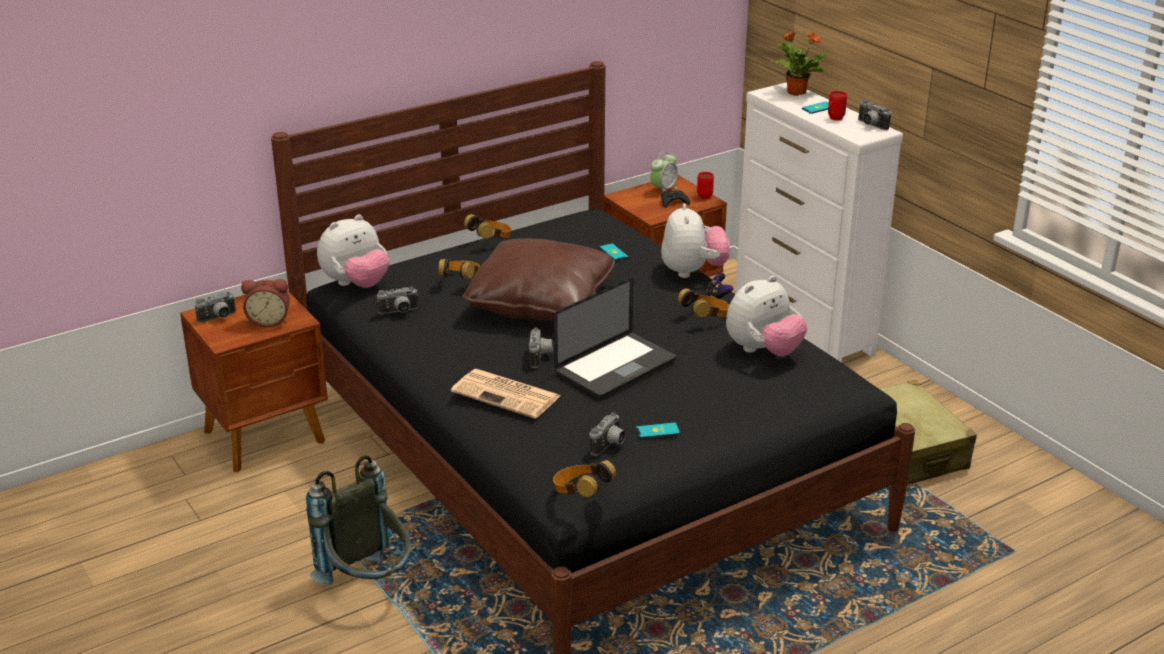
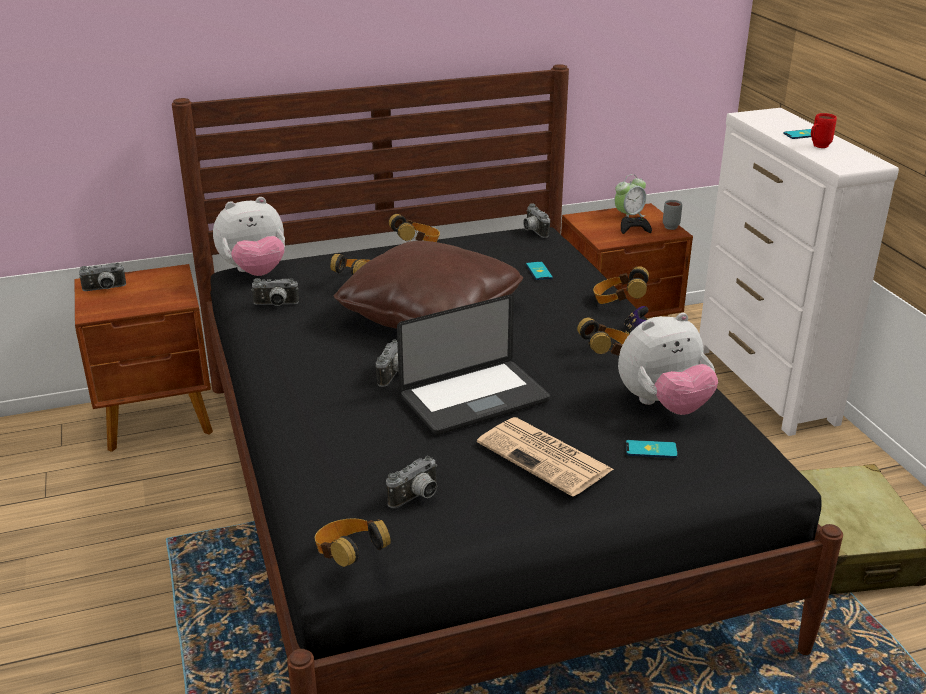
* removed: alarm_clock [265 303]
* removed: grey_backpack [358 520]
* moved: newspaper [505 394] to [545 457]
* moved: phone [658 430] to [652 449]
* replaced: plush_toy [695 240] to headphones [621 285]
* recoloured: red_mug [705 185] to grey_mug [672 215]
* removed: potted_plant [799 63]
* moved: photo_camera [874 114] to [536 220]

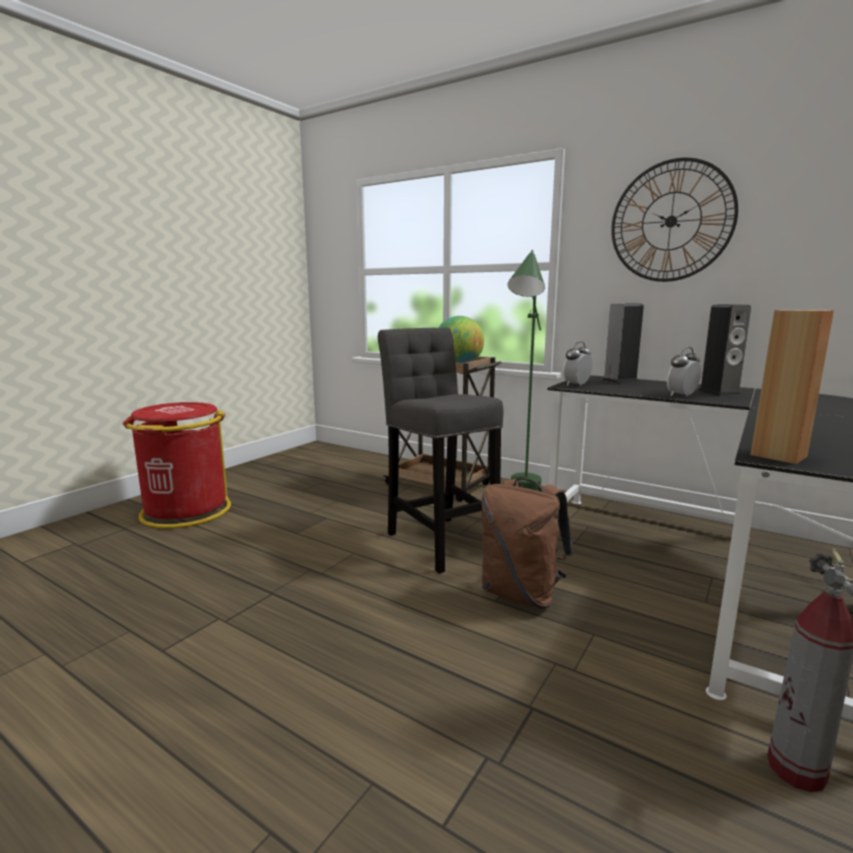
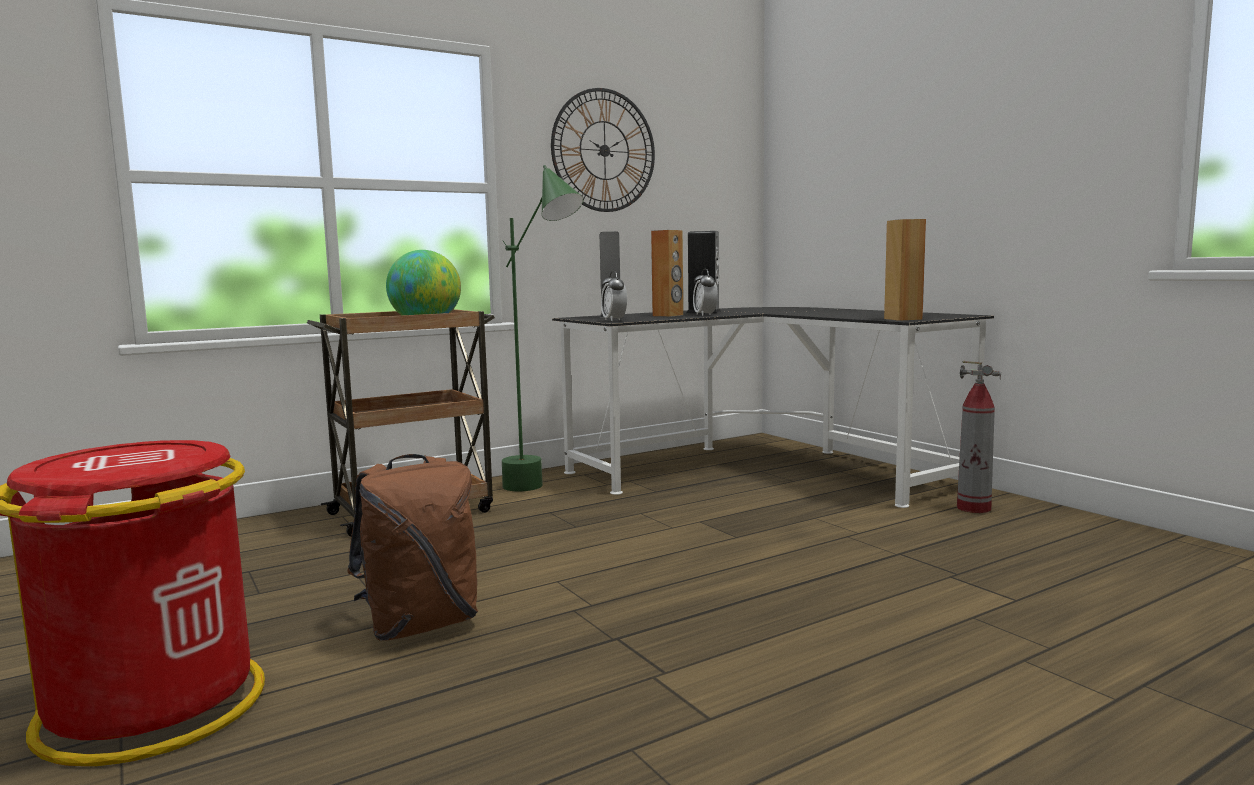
* removed: grey_stool [440 450]
* moved: brown_backpack [527 543] to [412 547]
* added: brown_speaker [667 273]

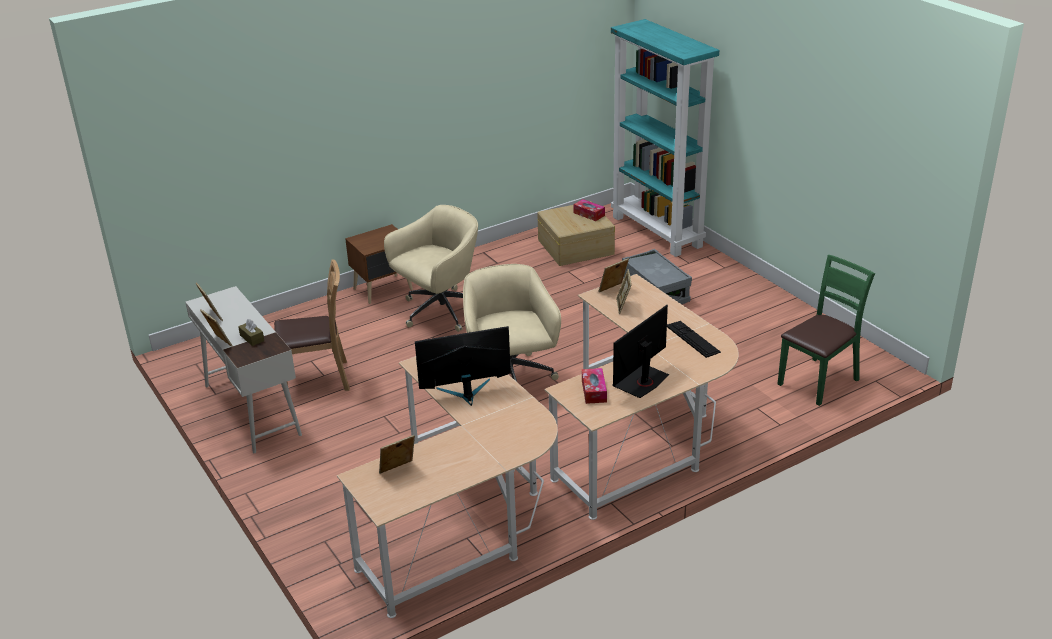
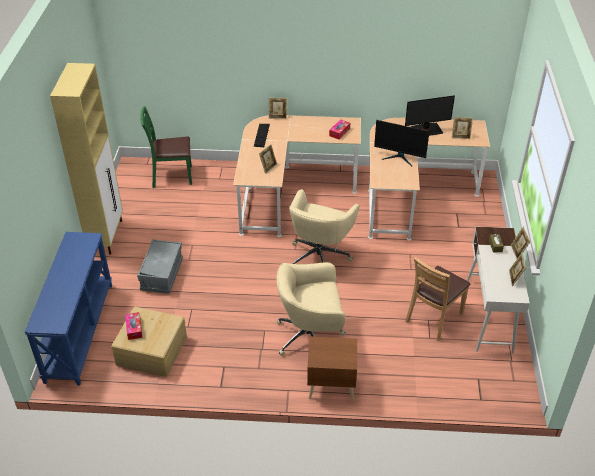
* turned: brown_chair [312 329] = [437 299] 75 degrees counterclockwise
* moved: picture_frame [613 275] to [278 108]
* replaced: turquoise_bookcase [665 138] to blue_console_table [68 309]
* moved: monitor [640 351] to [430 115]
* added: beige_cabinet [86 159]

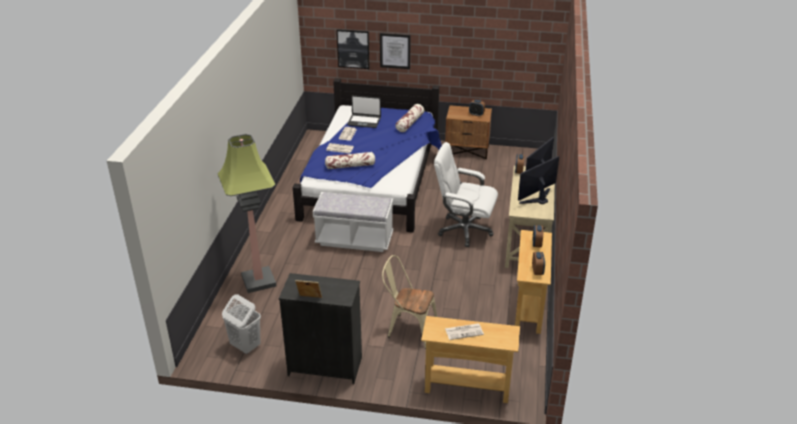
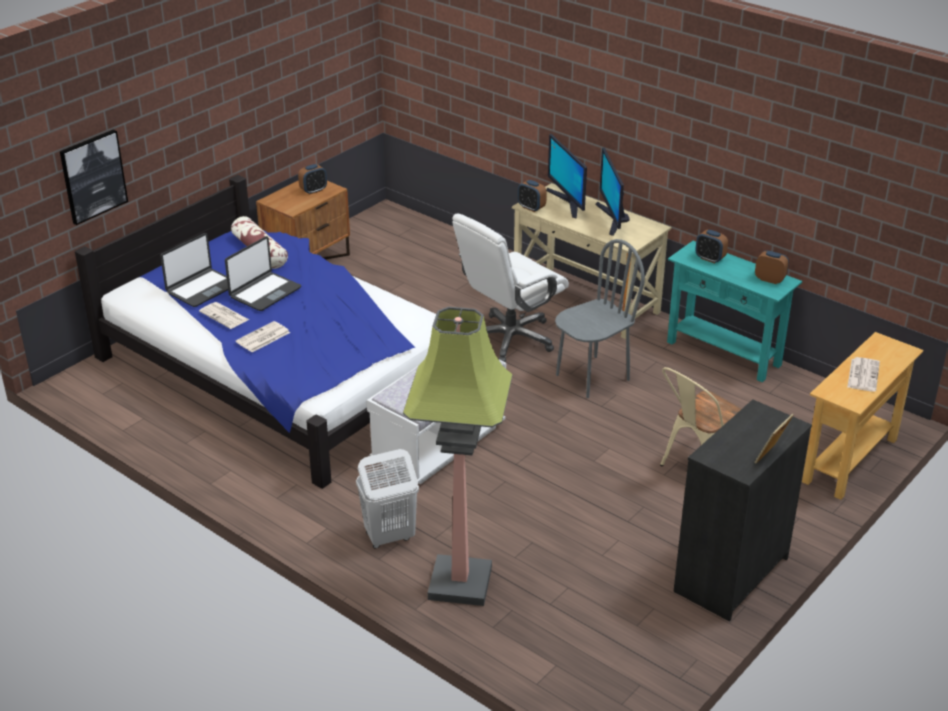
* moved: white_laundry_basket [241 324] to [387 498]
* removed: pillow [350 160]
* removed: picture [395 51]
* recoloured: beige_console_table [533 282] to turquoise_console_table [734 311]
* added: laptop [263 273]
* added: grey_chair [600 318]

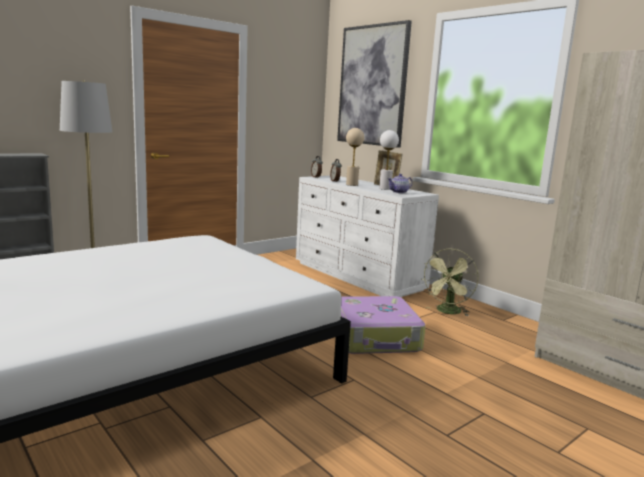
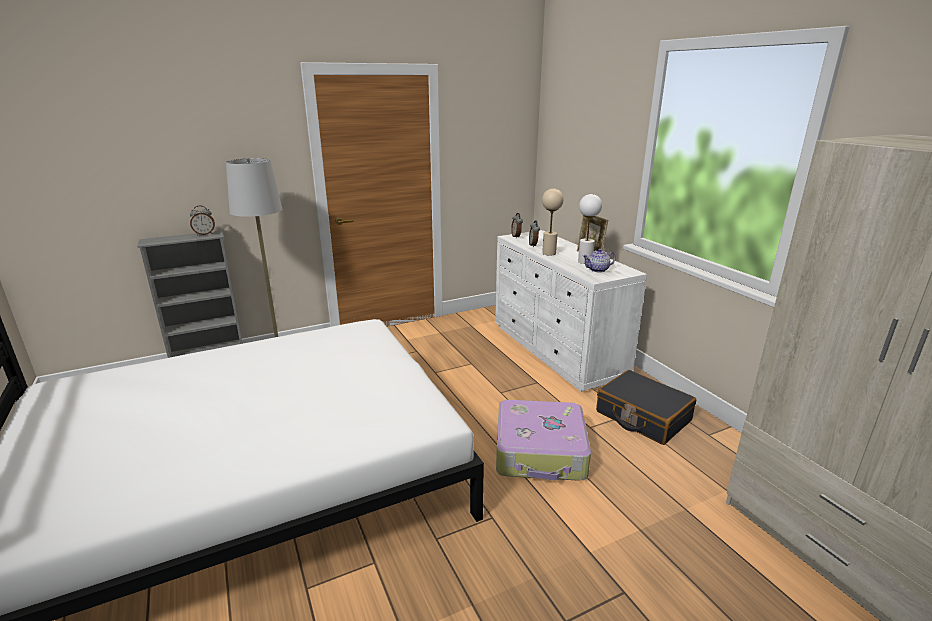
* removed: picture [374 84]
* replaced: green_fan [450 282] to black_suitcase [646 407]
* added: alarm_clock [202 220]

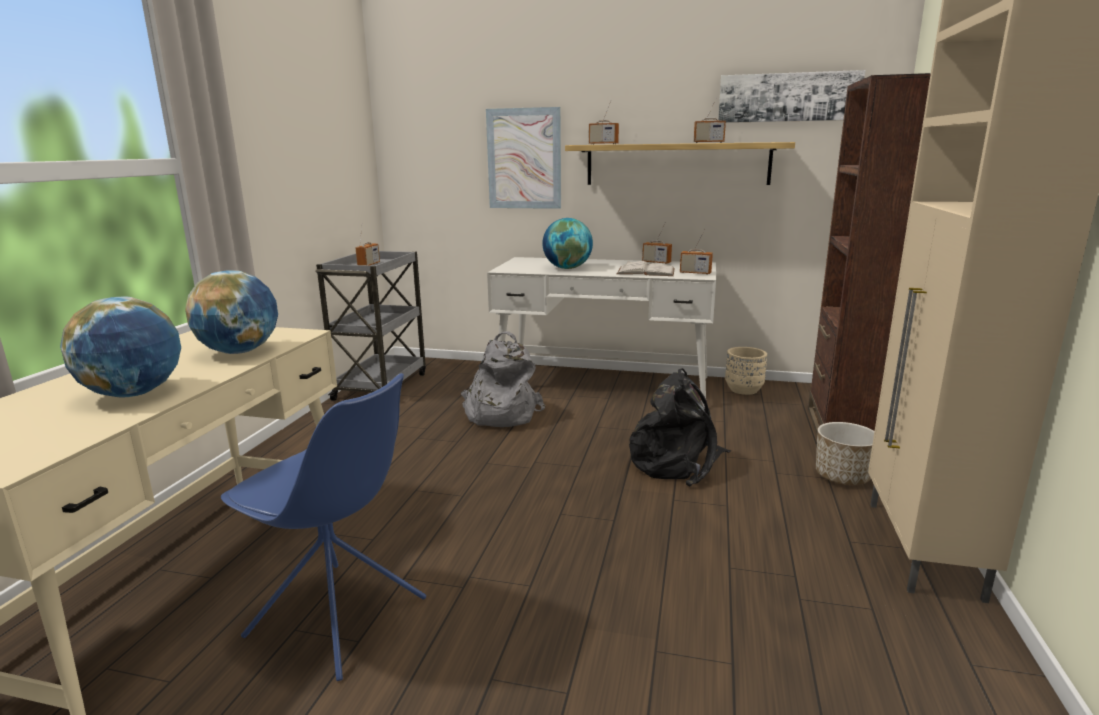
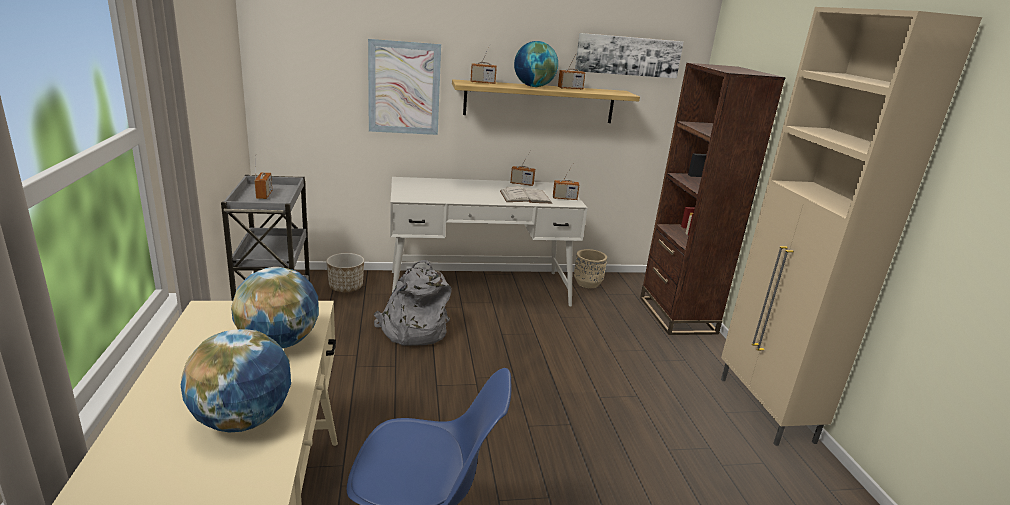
* moved: globe [567 243] to [536 64]
* removed: black_backpack [680 427]
* moved: planter [845 453] to [345 272]

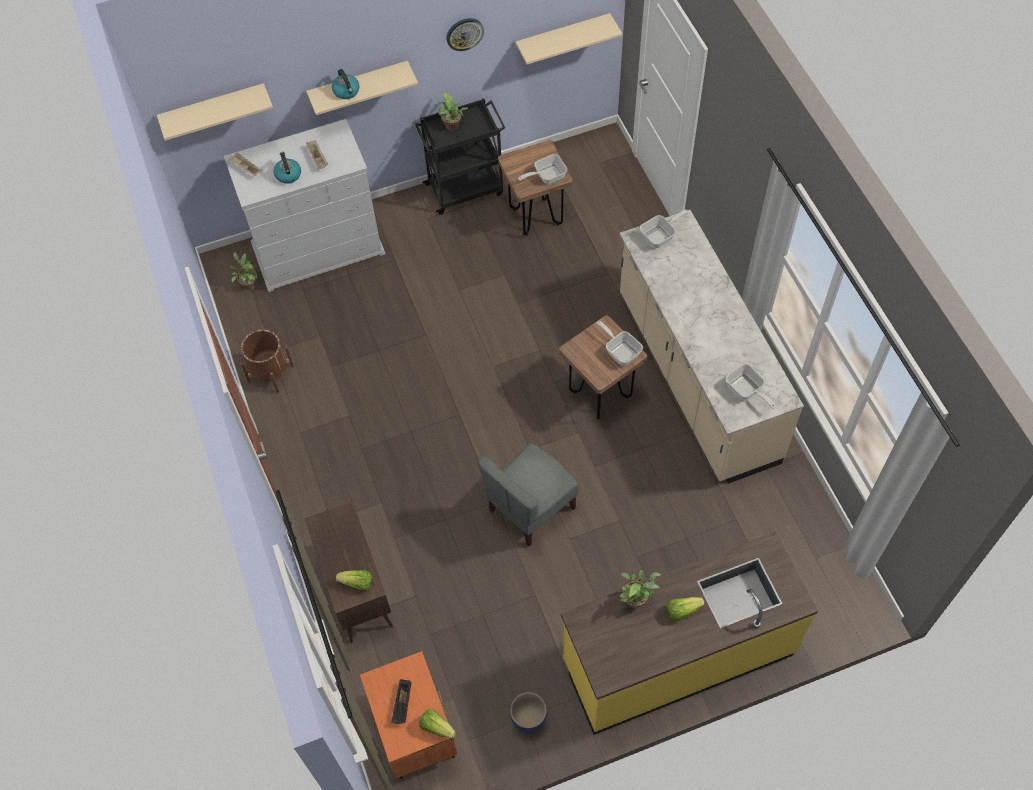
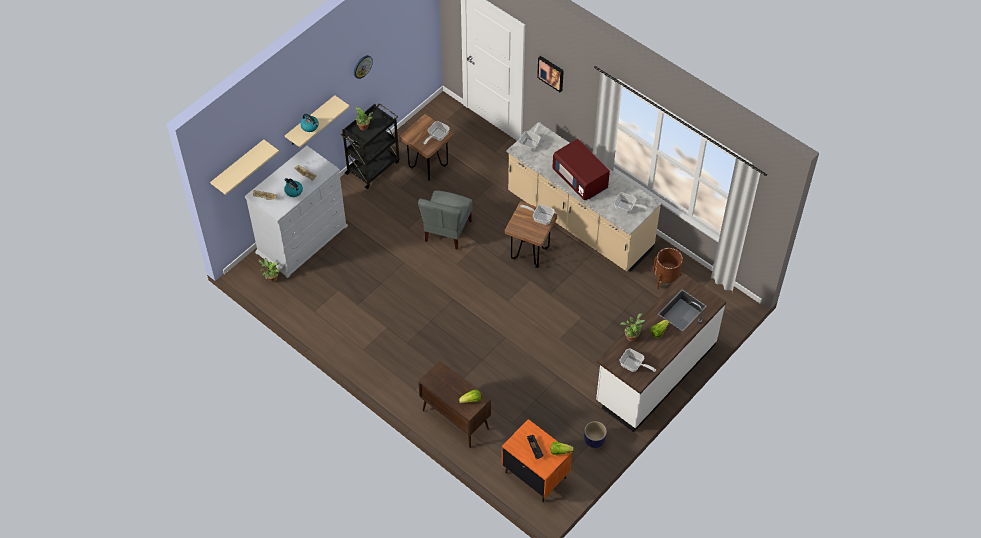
* moved: brown_planter [267 361] to [668 268]
* moved: grey_chair [527 494] to [445 220]
* removed: beige_shelf [568 38]
* recoloured: yellow_counter [689 633] to white_counter [661 352]
* added: picture [550 74]
* added: red_microwave [581 169]
* added: frying_pan [638 360]

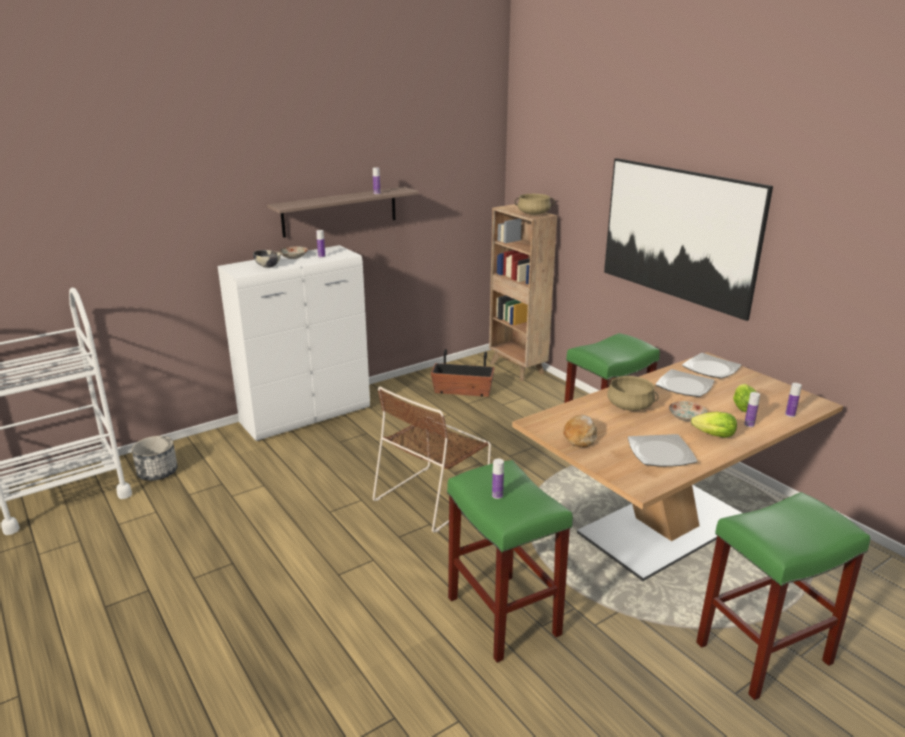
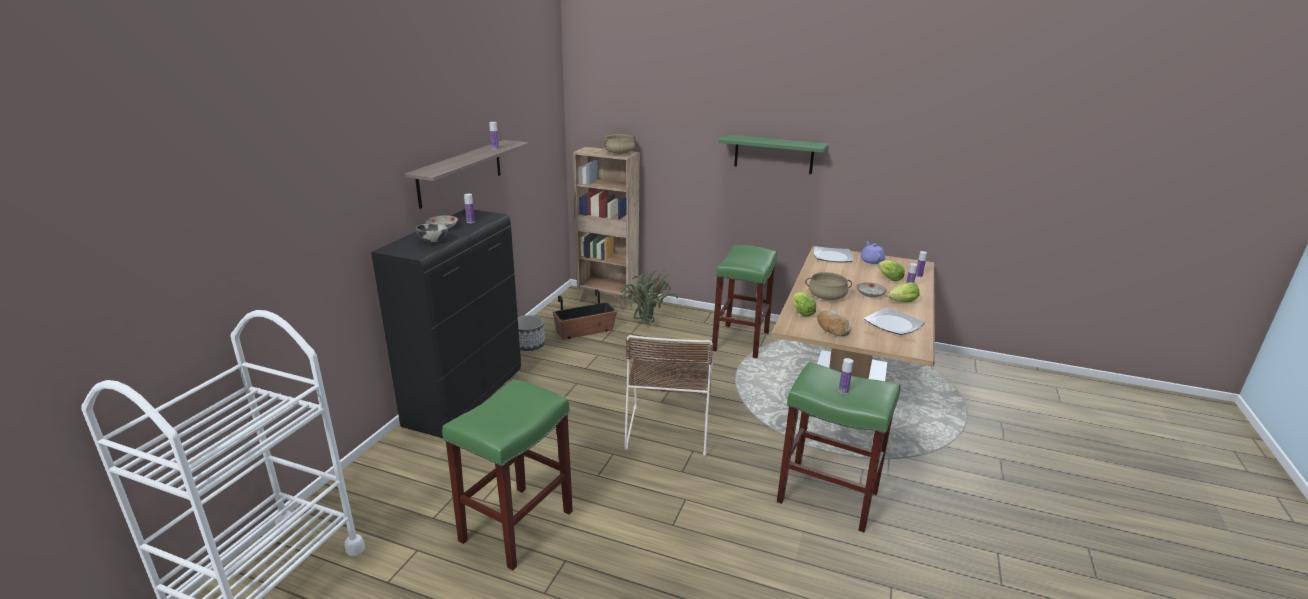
* moved: planter [155 458] to [531 333]
* recoloured: white_cabinet [294 343] to black_cabinet [446 323]
* replaced: picture [688 239] to green_shelf [772 154]
* removed: plate [685 383]
* moved: green_stool [783 596] to [507 474]
* added: potted_plant [649 297]
* added: lettuce [804 304]
* added: purple_teapot [872 252]

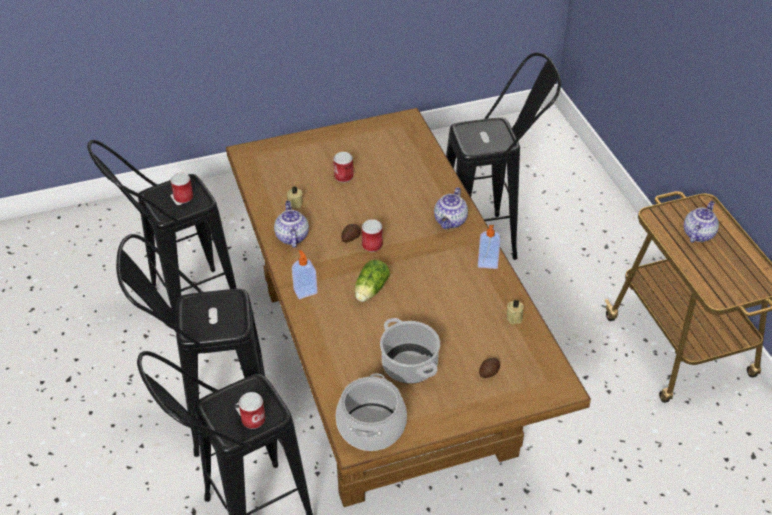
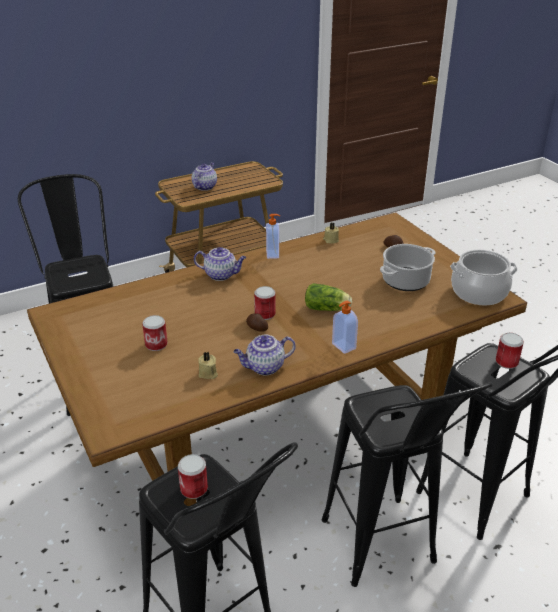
* turned: teapot [701 222] = [204 176] 90 degrees clockwise

